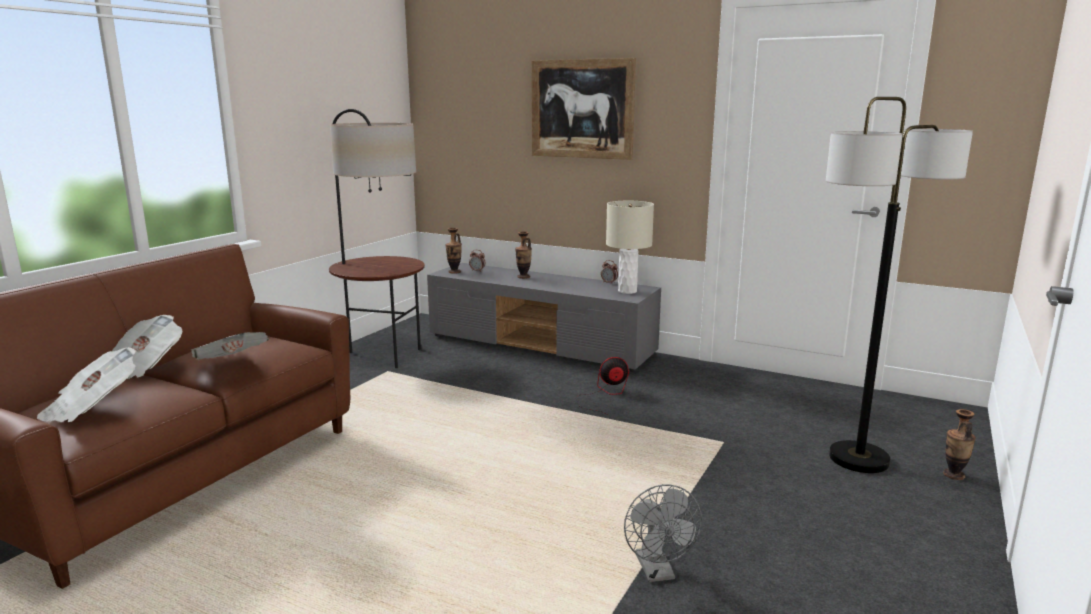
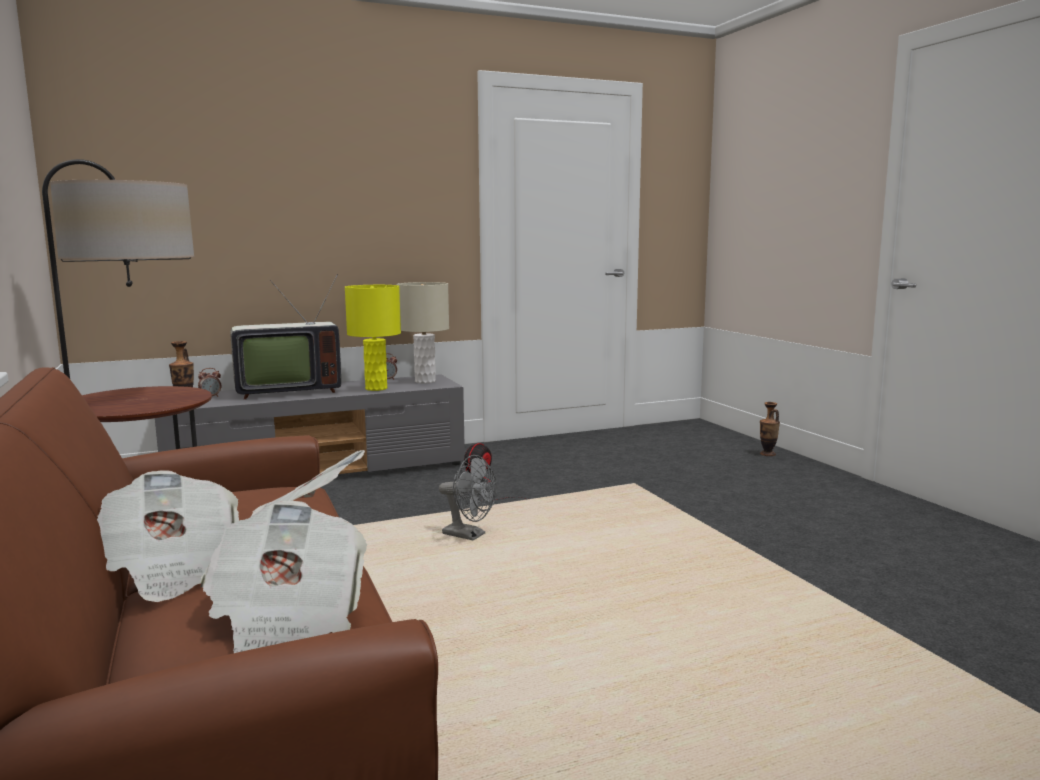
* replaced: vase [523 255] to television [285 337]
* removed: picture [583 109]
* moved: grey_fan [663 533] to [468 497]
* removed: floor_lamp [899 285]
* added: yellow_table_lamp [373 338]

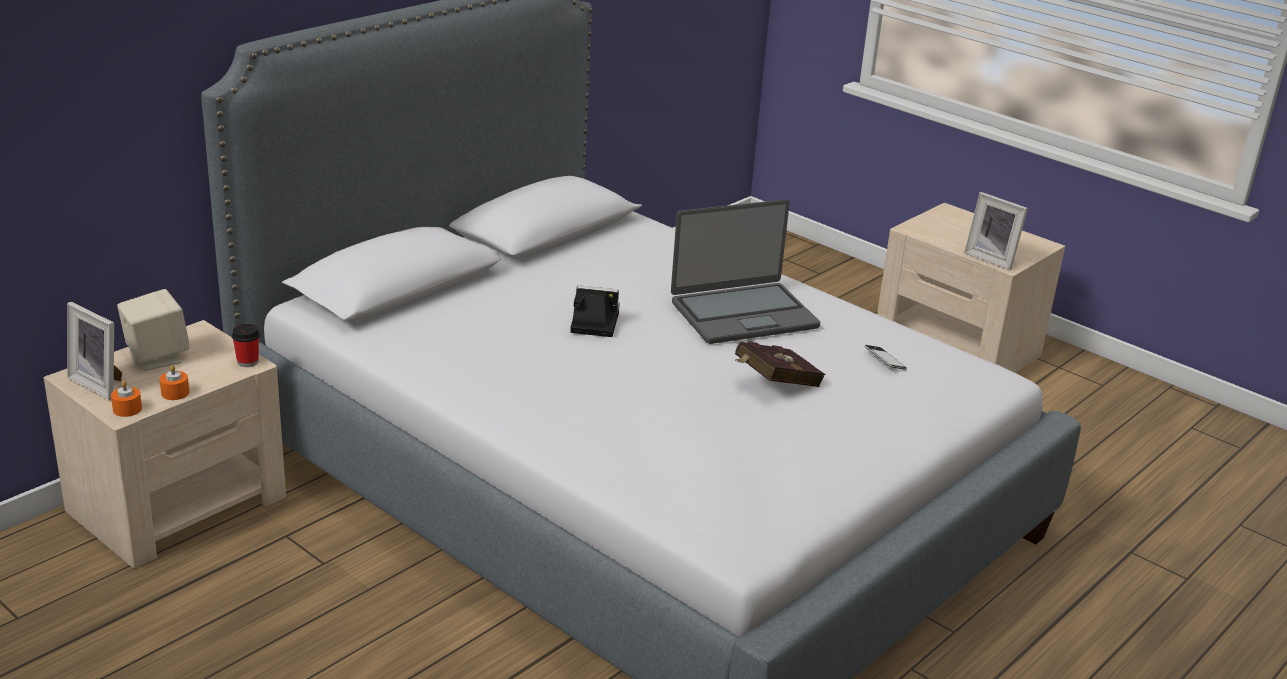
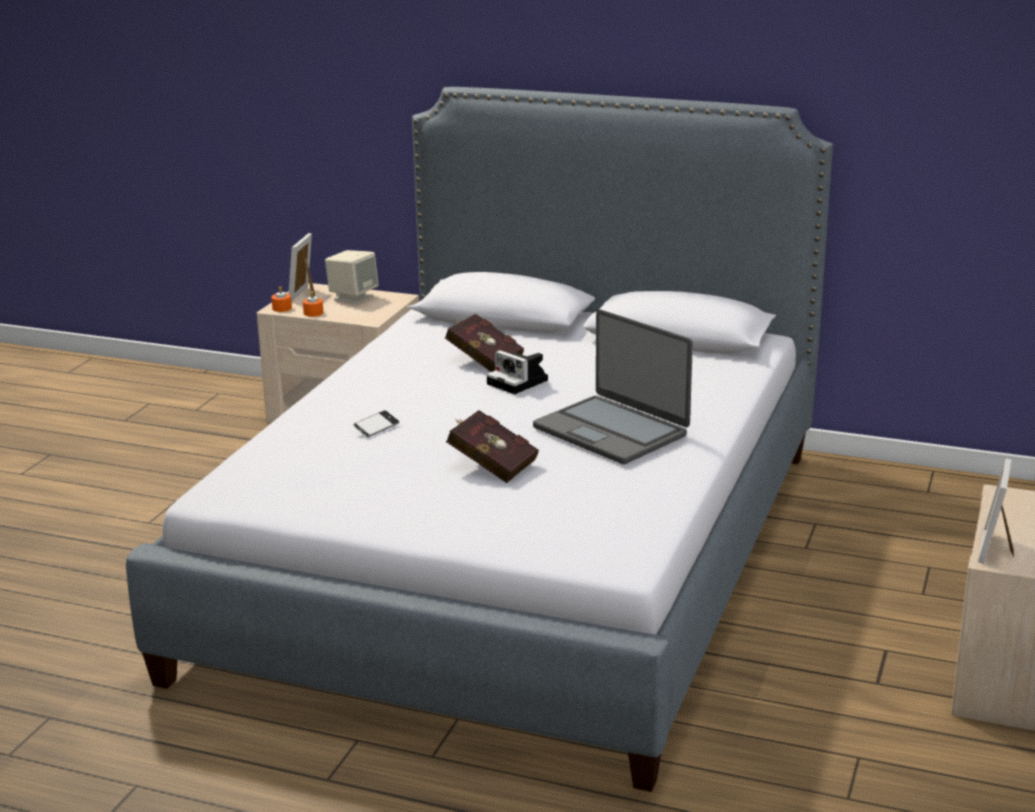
* removed: cup [246 345]
* turned: photo_camera [595 311] = [517 372] 150 degrees clockwise
* moved: phone [886 357] to [376 423]
* added: red_book [484 343]

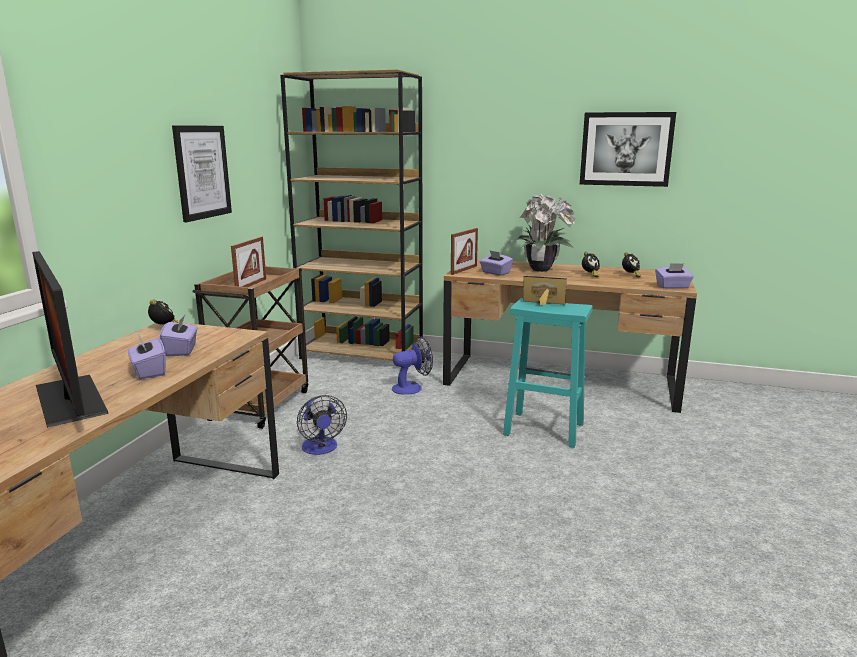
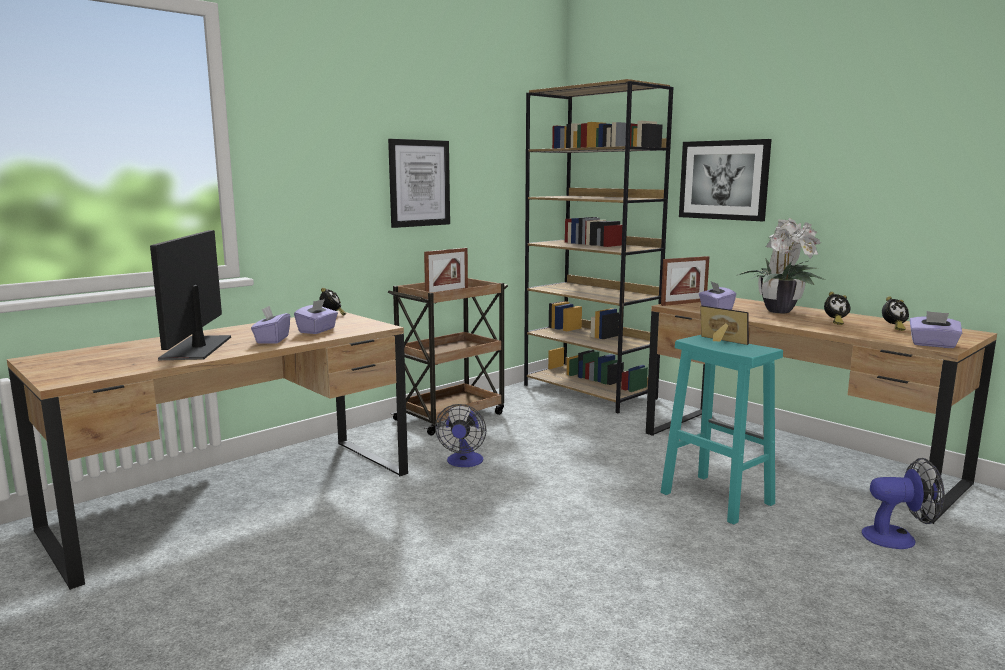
* moved: fan [412 365] to [903 503]
* moved: picture [628 149] to [725 180]

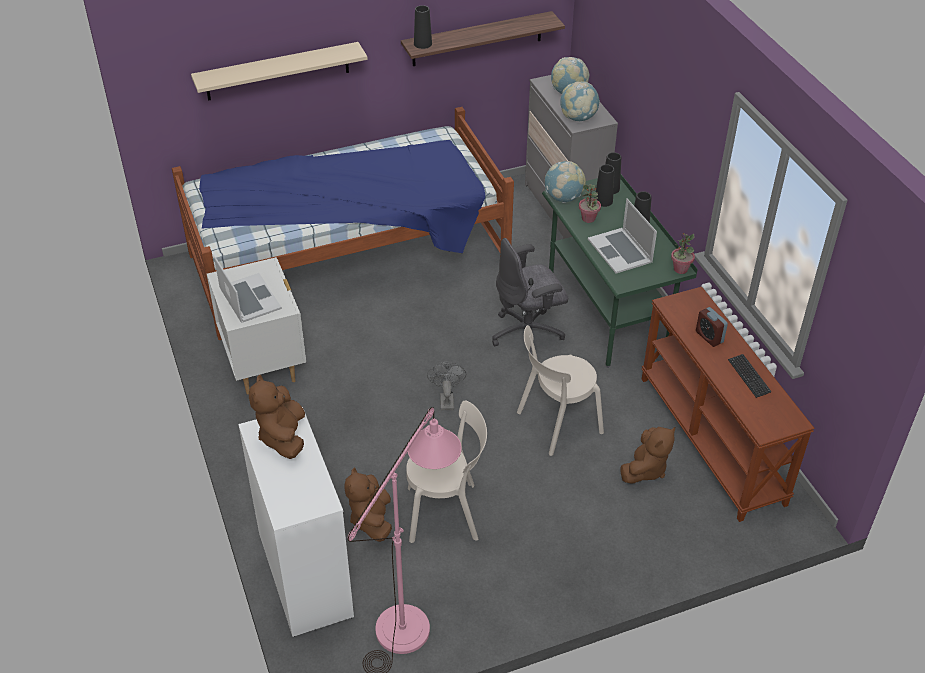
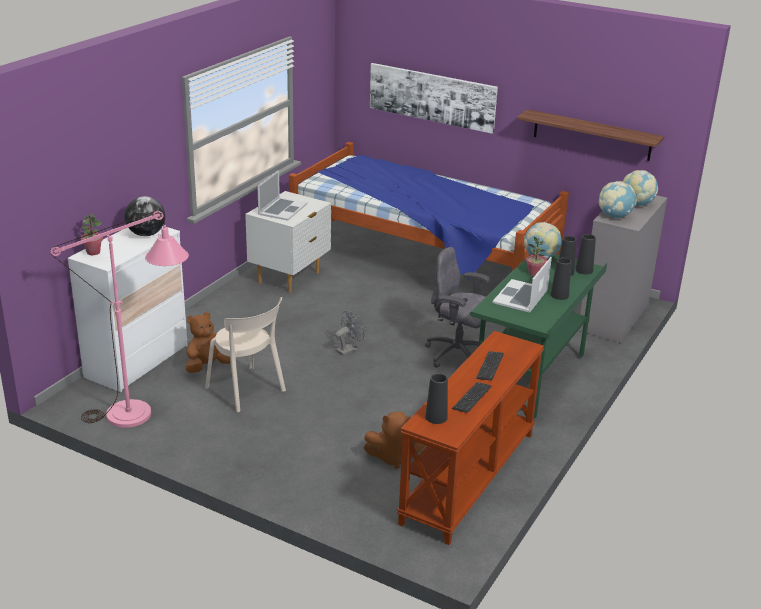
* replaced: beige_shelf [279 71] to picture [434 98]
* replaced: brown_plush_toy [277 417] to globe [145 216]
* moved: black_vase [423 27] to [436 398]
* removed: beige_chair [560 390]
* moved: potted_plant [683 253] to [92 234]
* replaced: alarm_clock [712 327] to keyboard [490 365]

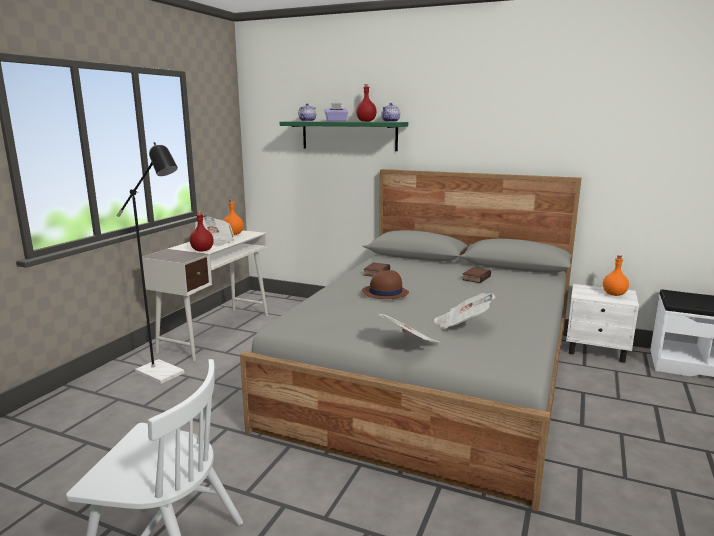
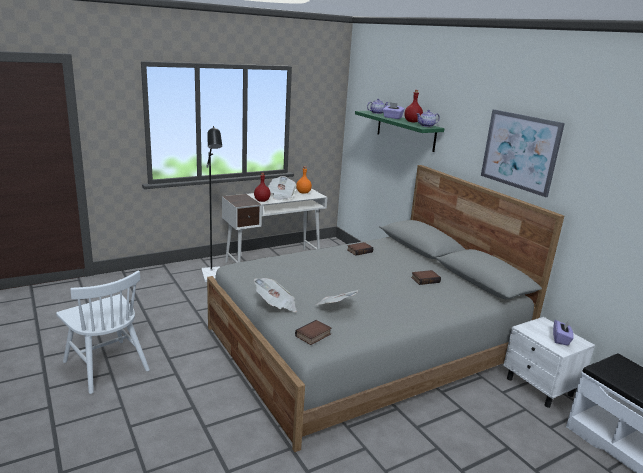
* removed: brown_hat [385 284]
* replaced: orange_bottle [616 275] to purple_tissue_box [563 333]
* added: book [313 332]
* added: picture [523 153]

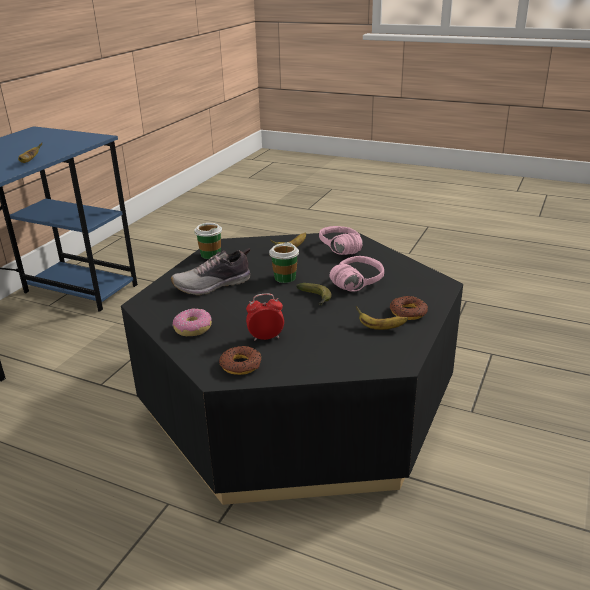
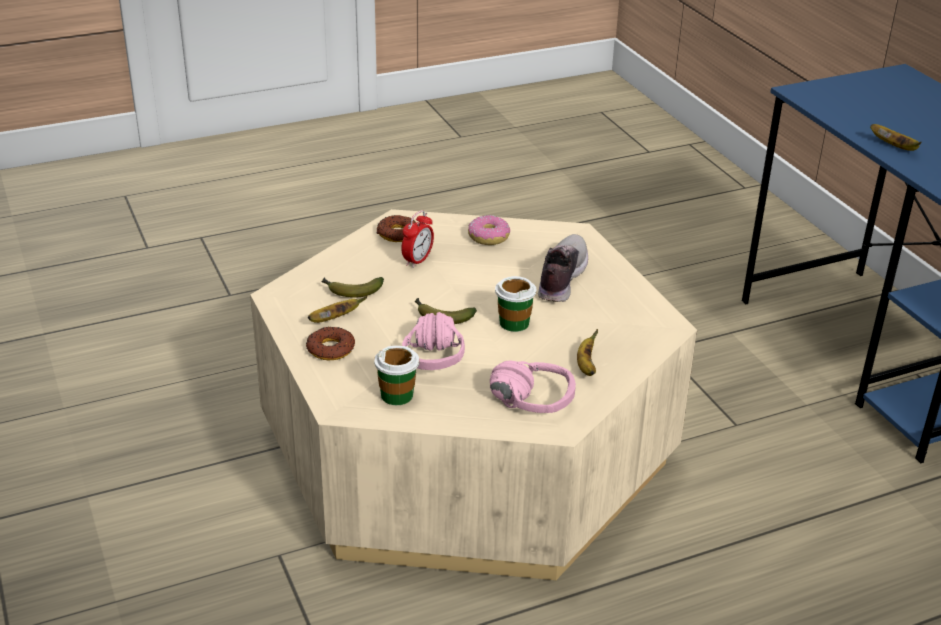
* recoloured: black_coffee_table [292 368] to beige_coffee_table [473 394]
* moved: cup [208 241] to [396 375]
* added: banana [352 287]

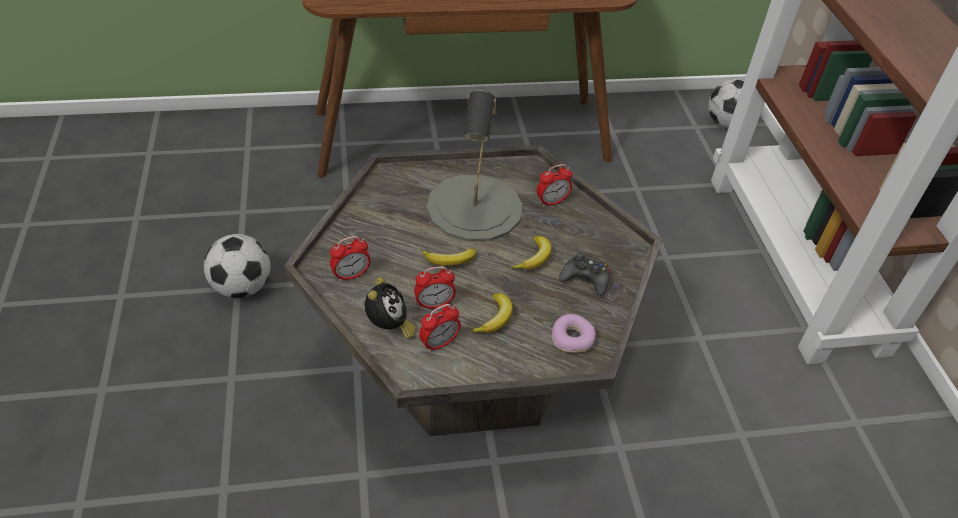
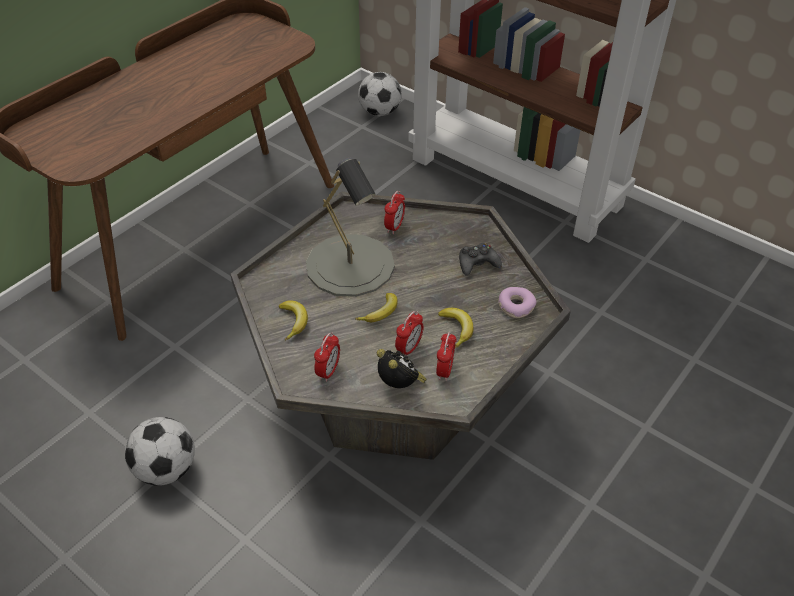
* moved: banana [530 253] to [293 320]

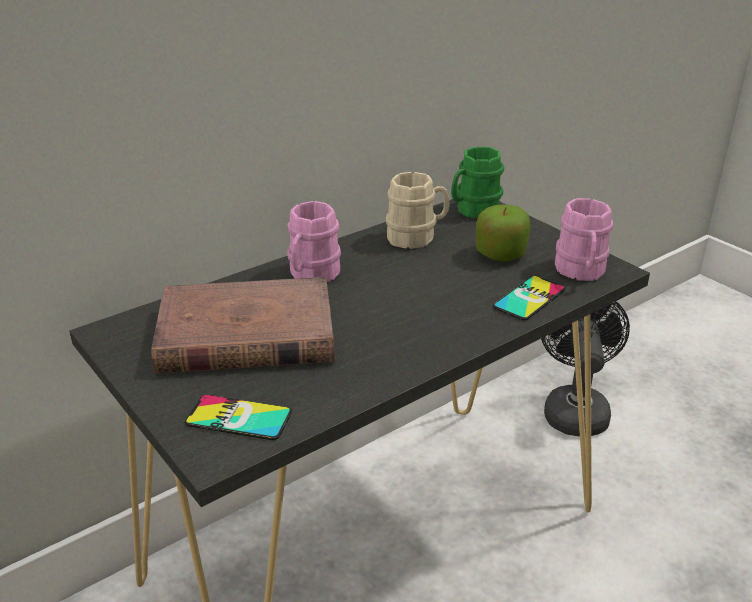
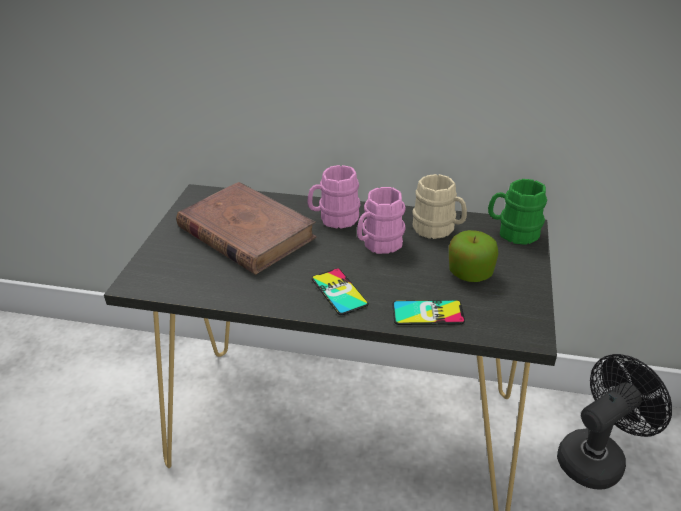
* moved: phone [238 417] to [340 291]
* moved: pink_mug [584 239] to [381 220]

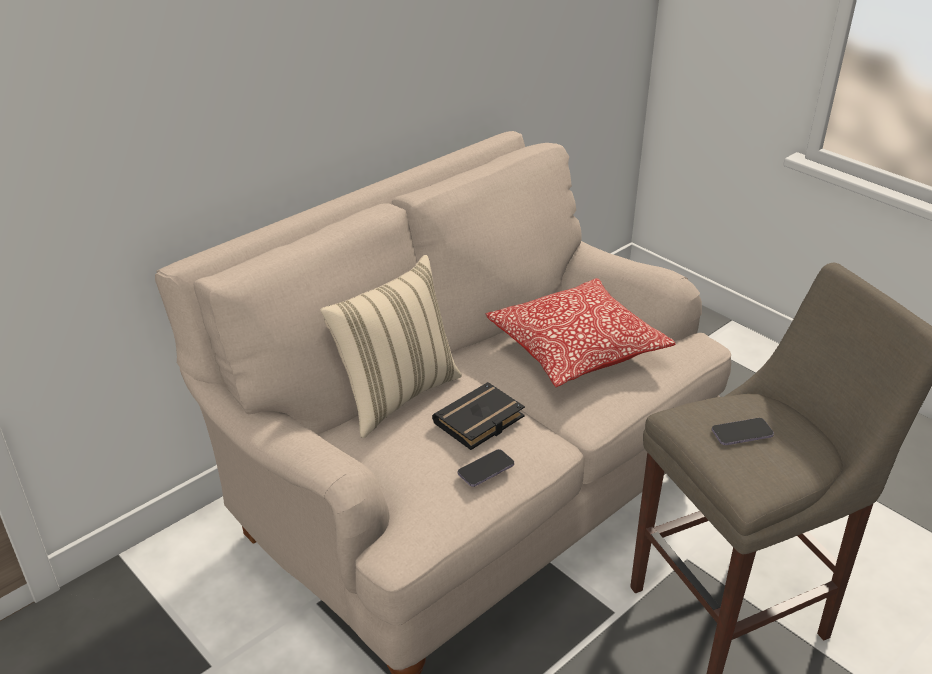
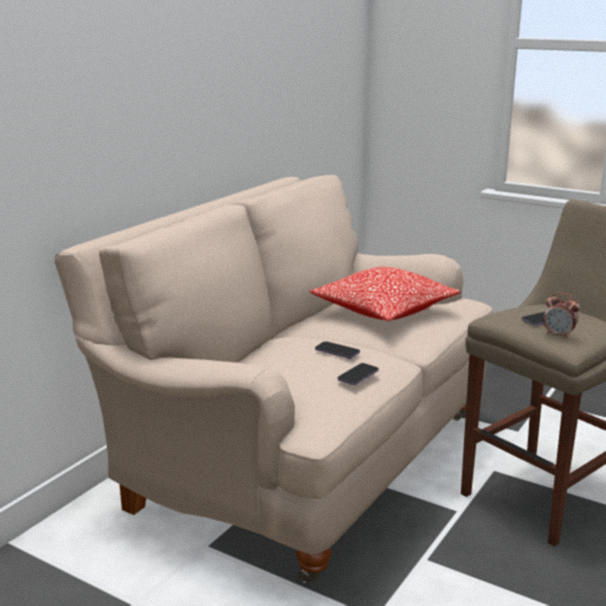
* removed: beige_pillow [391 346]
* replaced: black_book [478 416] to phone [337 350]
* added: alarm_clock [561 315]

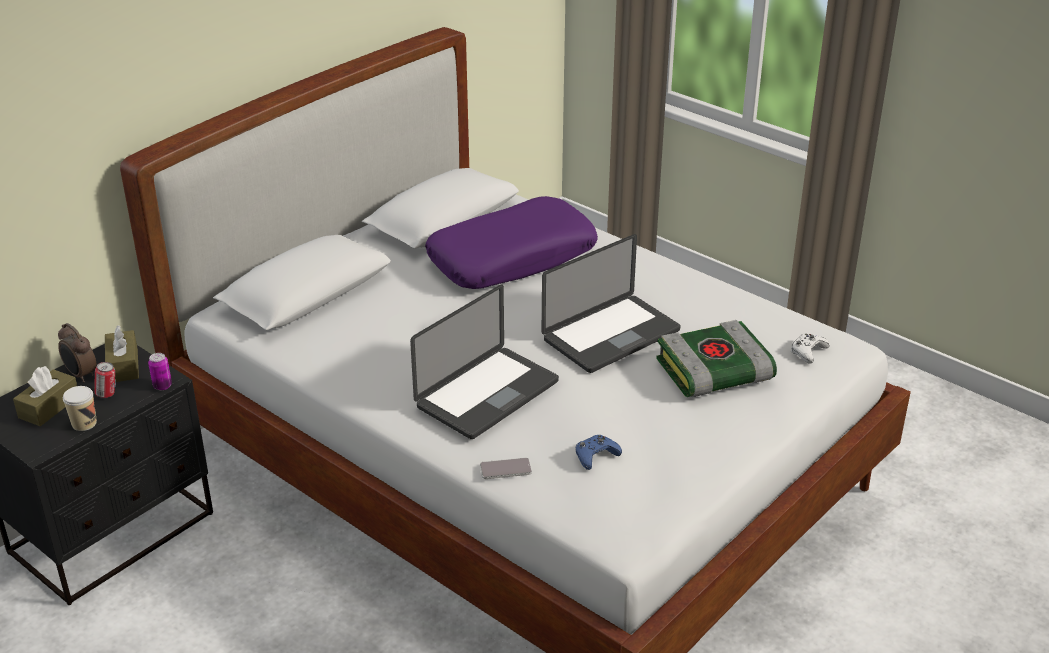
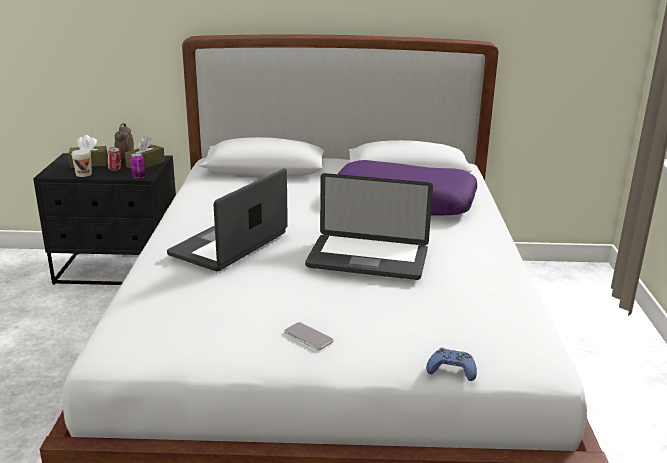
* turned: laptop [484 361] = [227 220] 120 degrees clockwise
* moved: phone [506 468] to [309 336]
* moved: blue_game_controller [599 452] to [451 364]
* removed: book [716 358]
* removed: white_game_controller [810 348]

